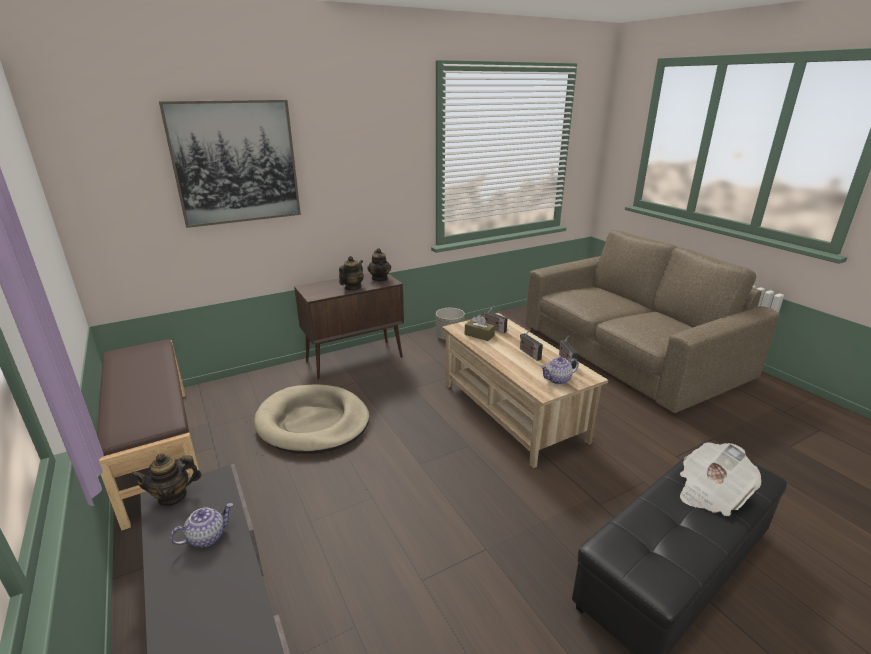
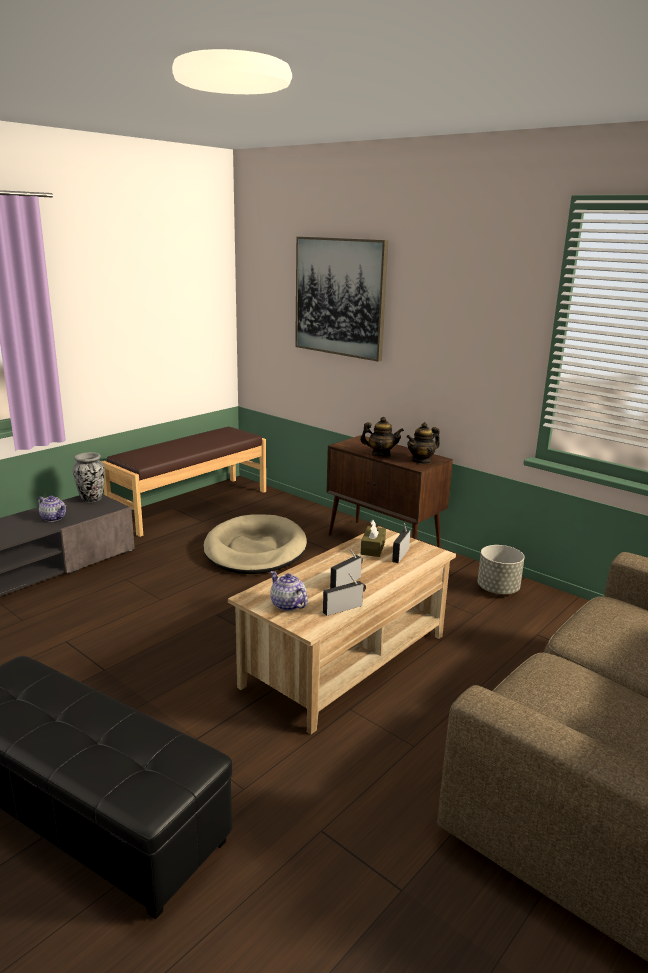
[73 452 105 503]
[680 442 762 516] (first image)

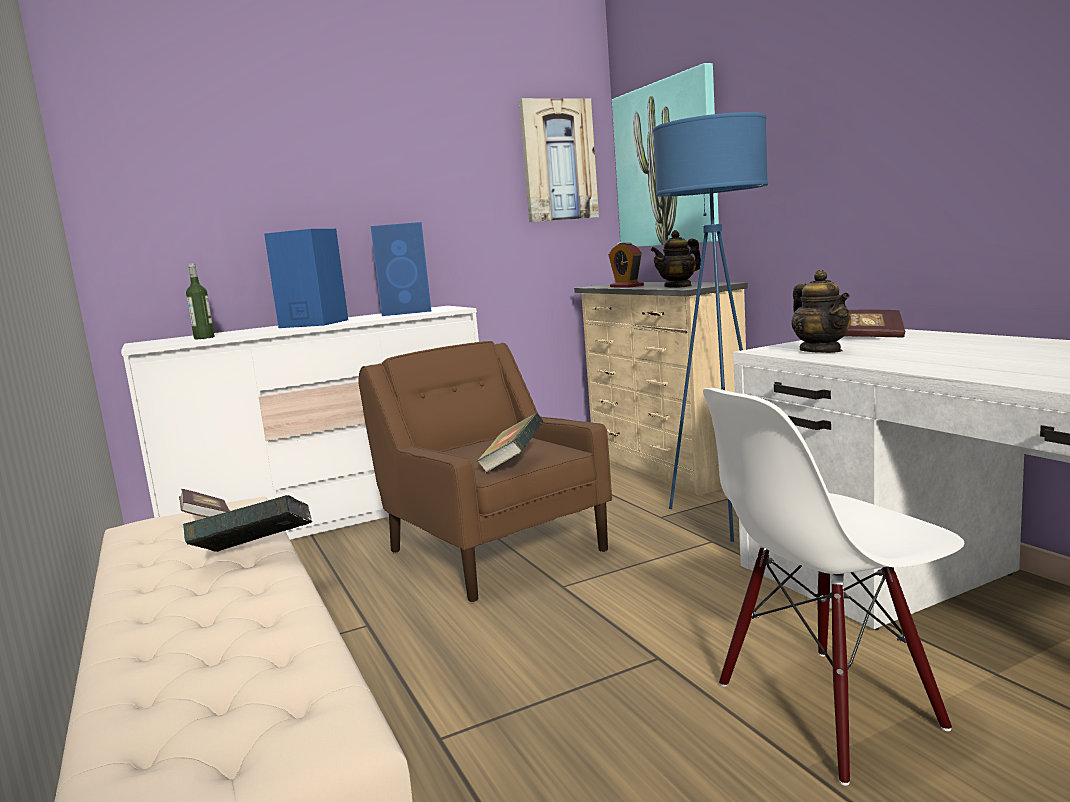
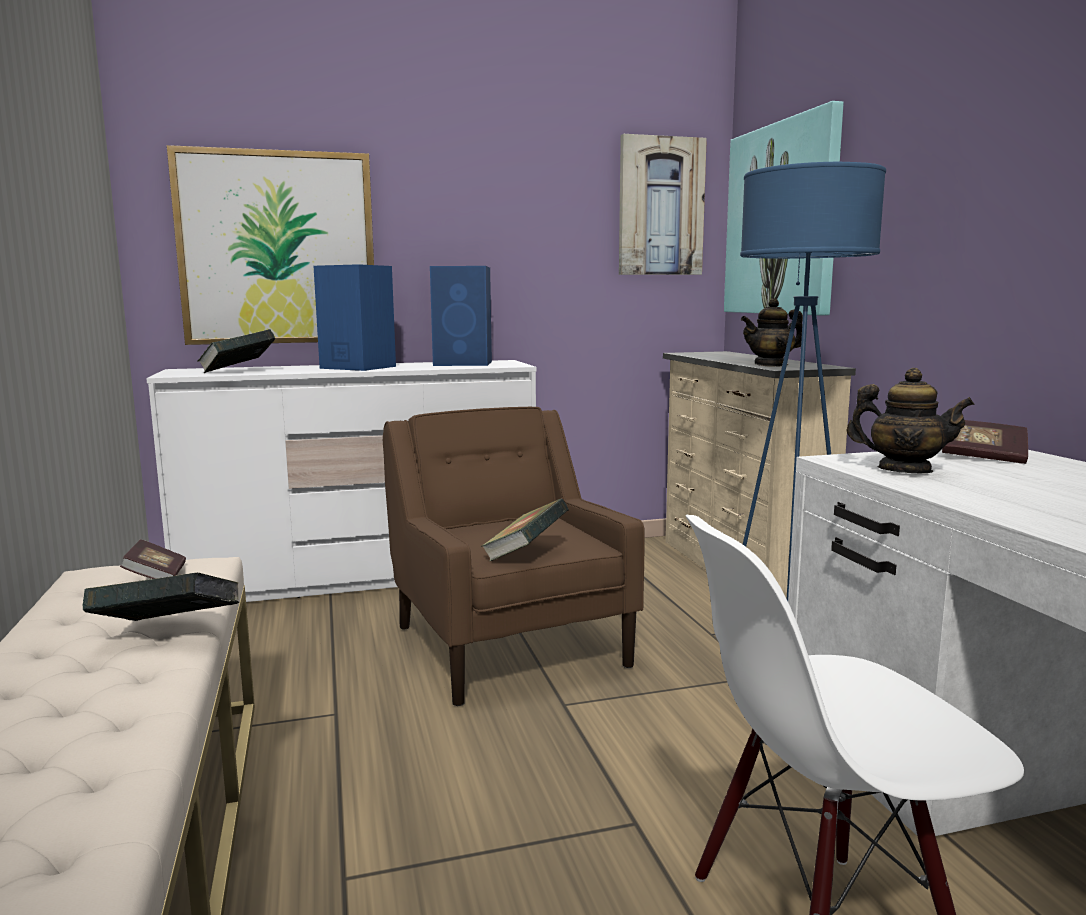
[198 329 275 373]
[608 242 644 288] (first image)
[846 368 974 473]
[167 145 374 345]

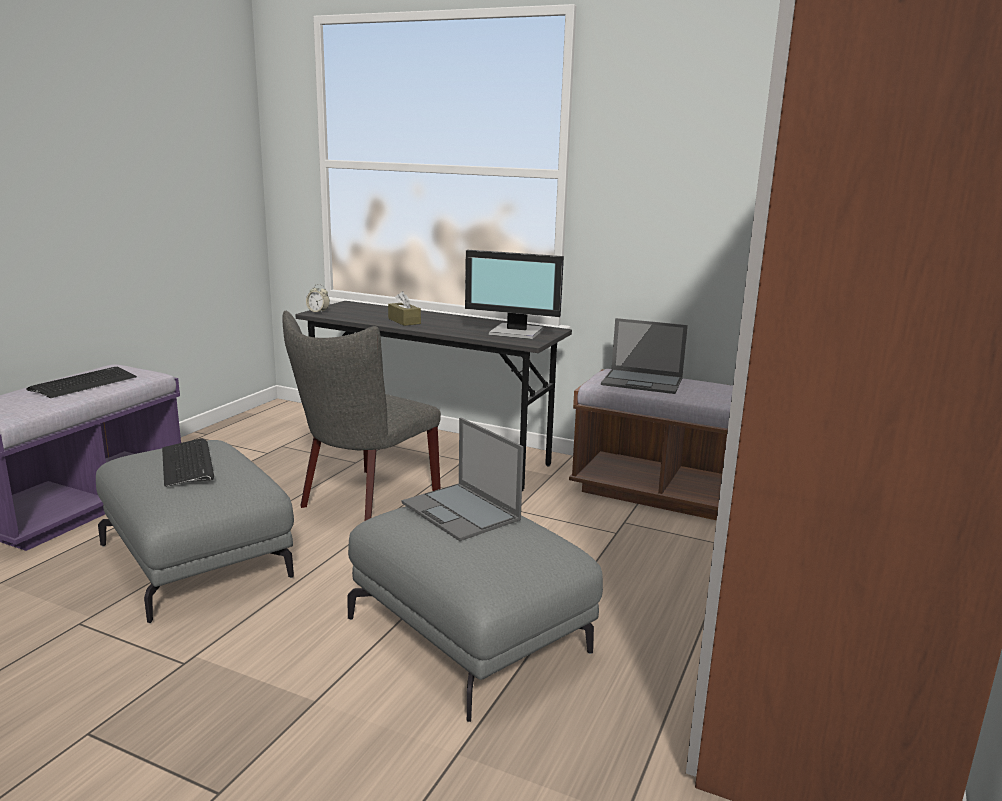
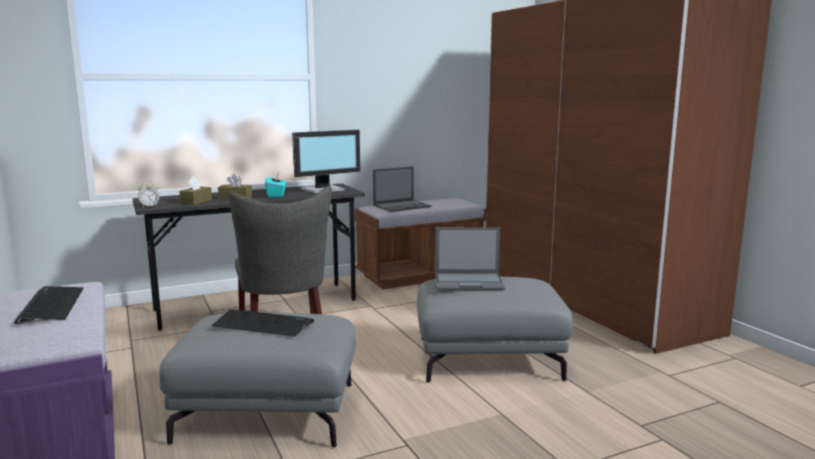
[179 176 212 205]
[265 173 286 197]

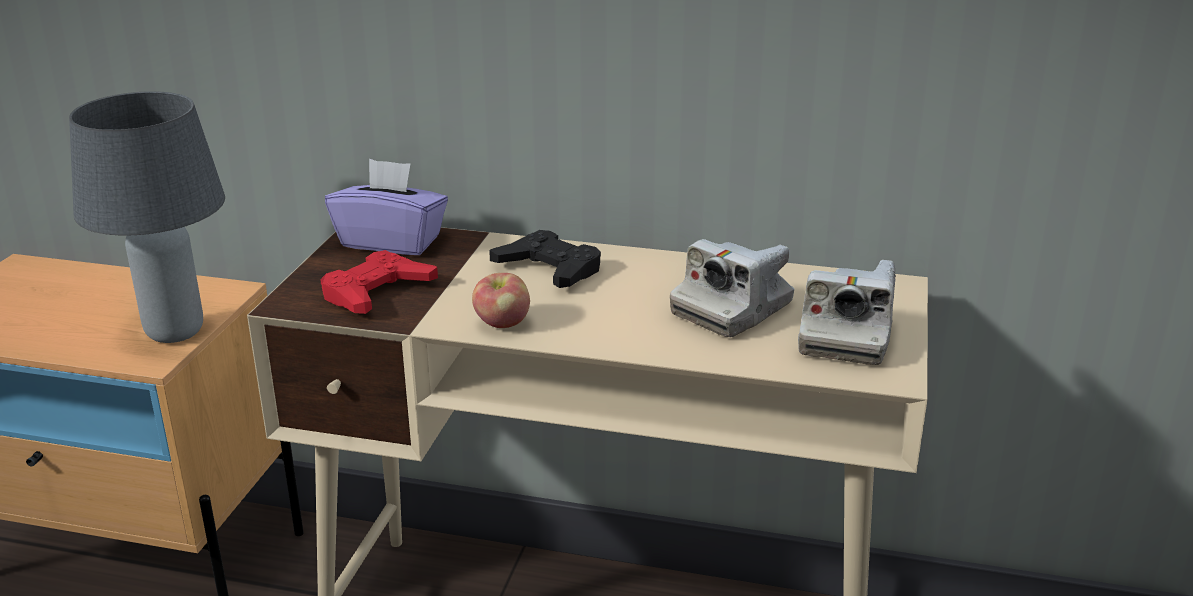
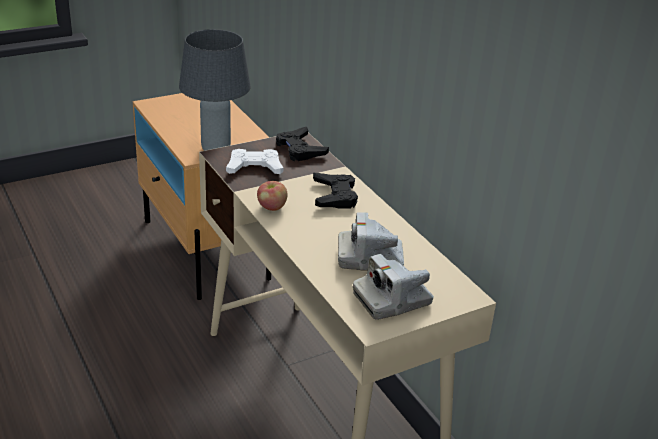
[226 149 283 174]
[276 127 329 161]

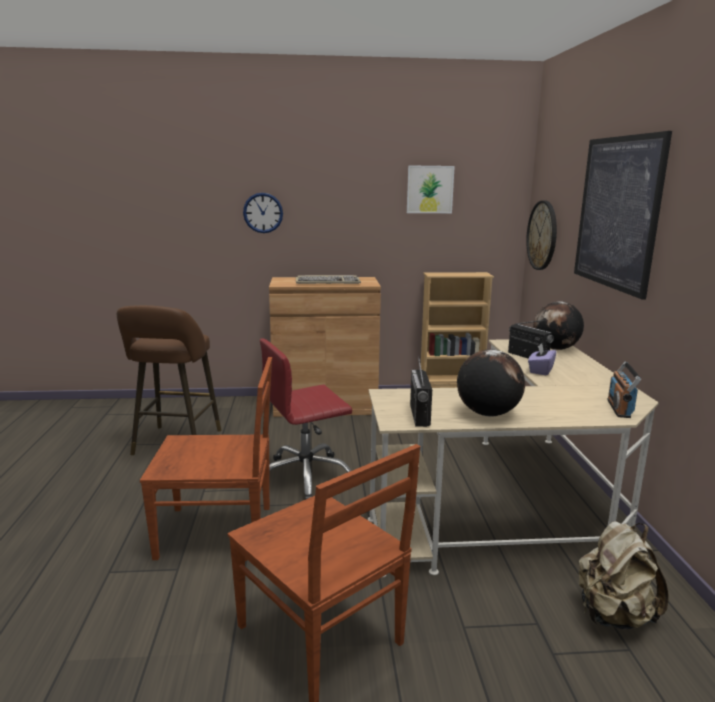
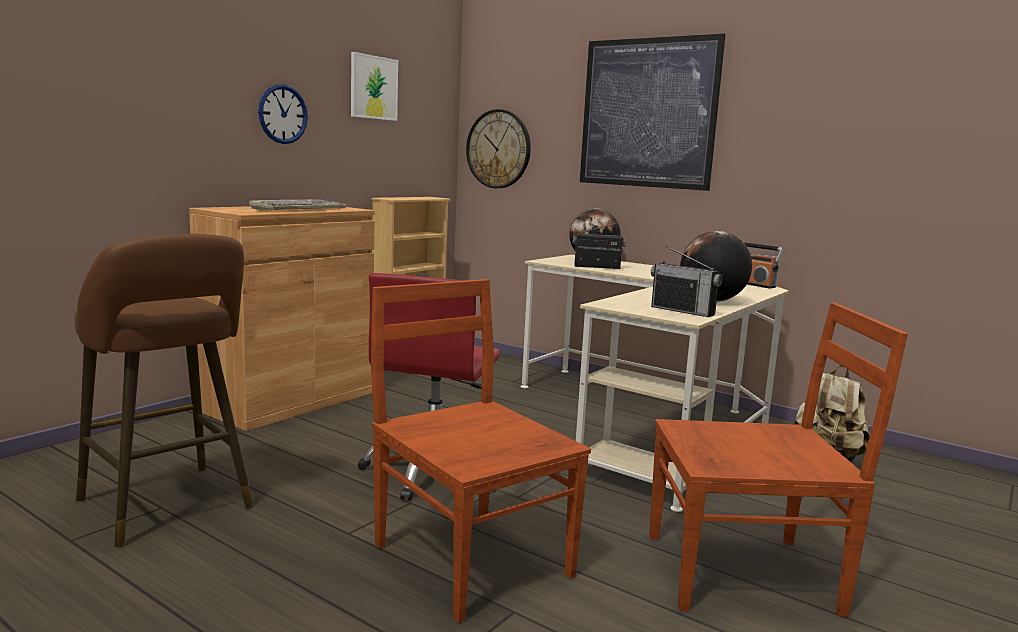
[371 279 591 623]
[258 84 308 144]
[528 343 556 375] (first image)

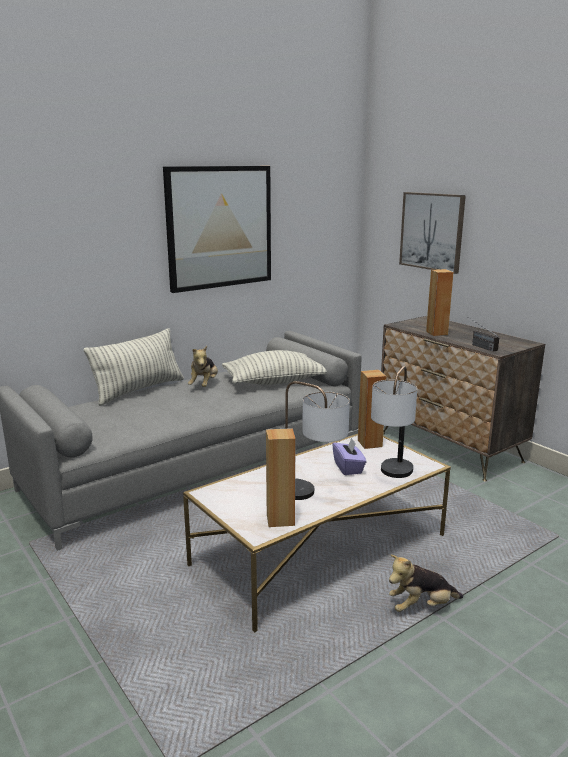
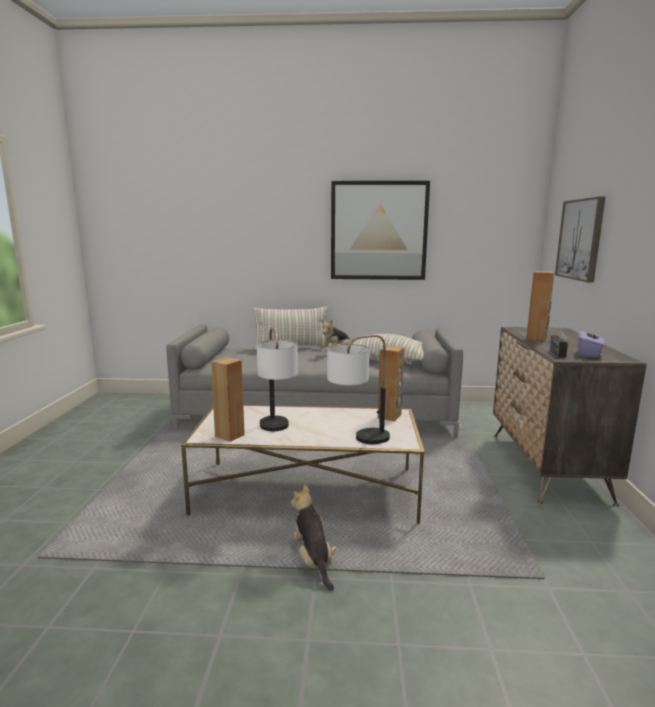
[578 328 605 358]
[291 485 337 591]

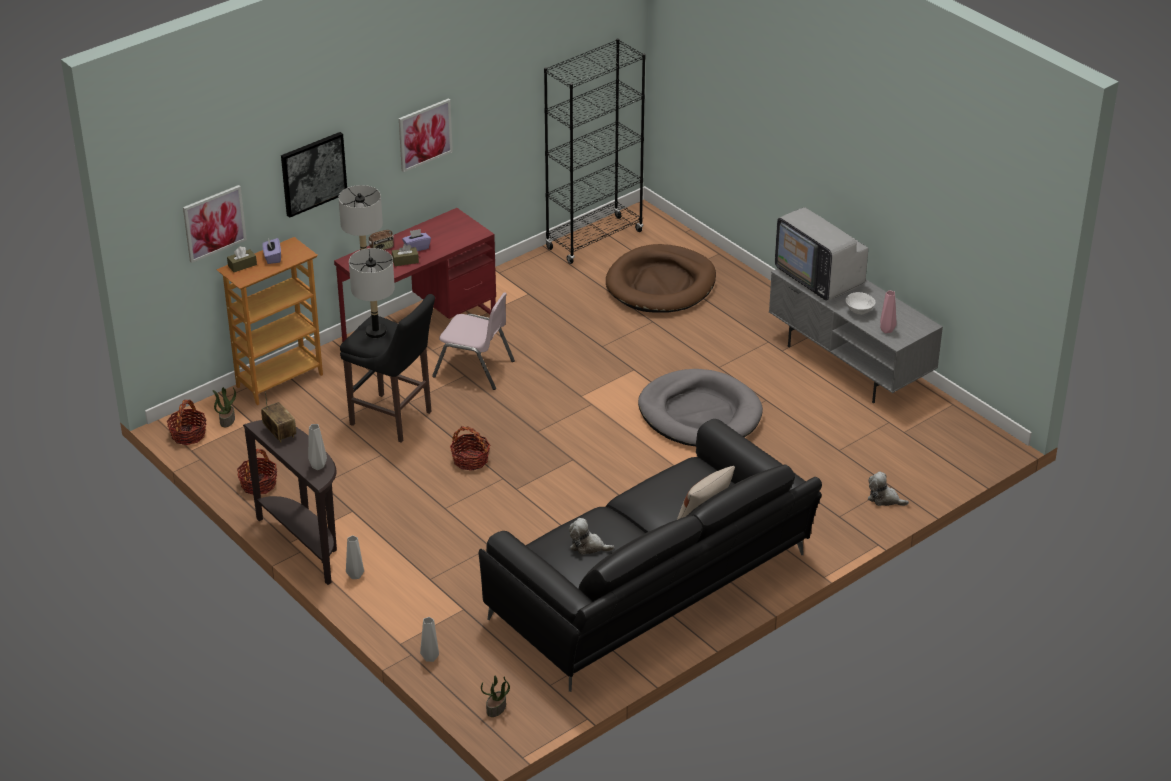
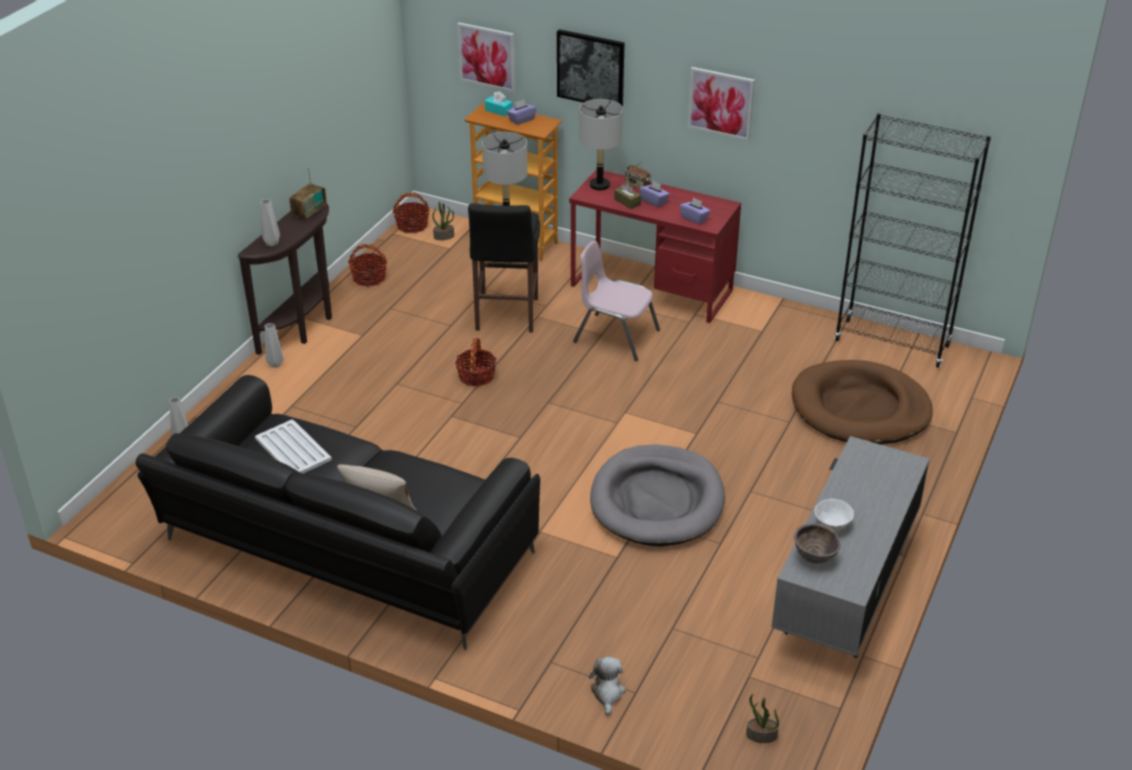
[485 91 512 116]
[573 241 660 361]
[746 694 779 743]
[255 419 332 473]
[775 207 868 301] (first image)
[794 523 841 564]
[680 197 711 225]

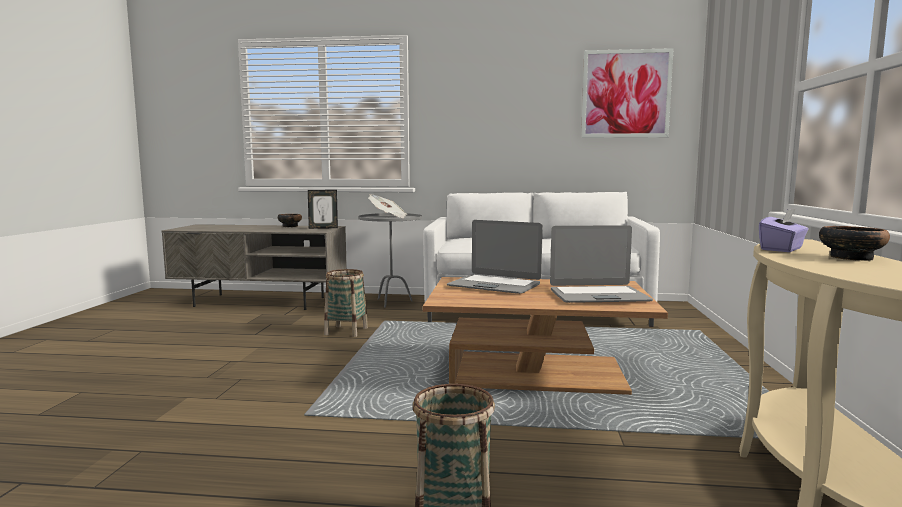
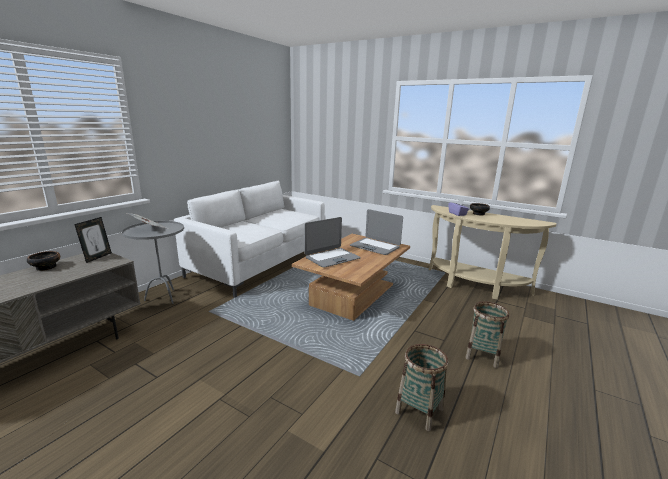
[395 344 448 431]
[350 209 403 255]
[581 48 674 138] (first image)

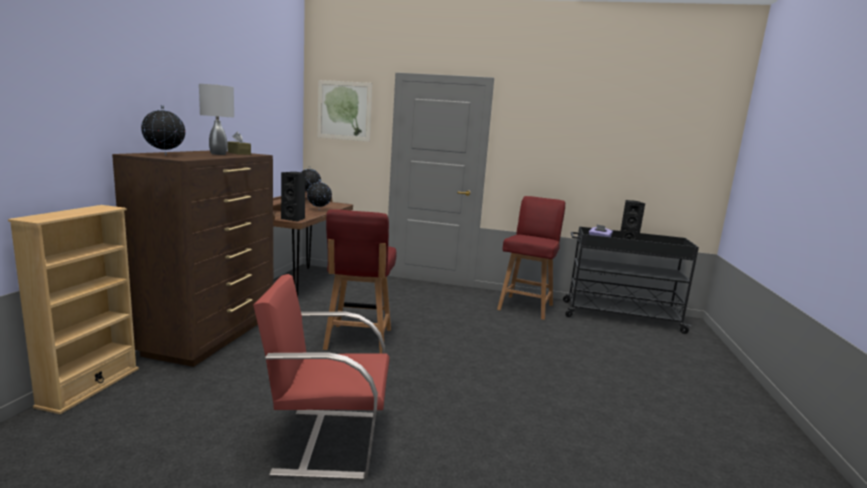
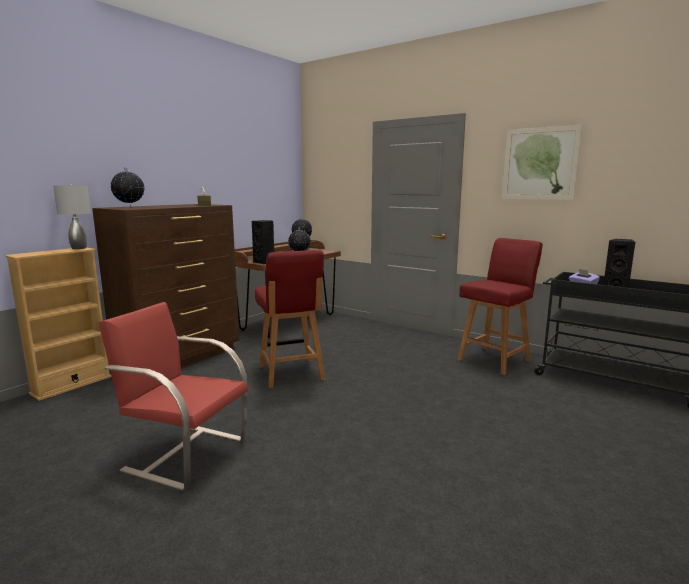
[53 184 91 249]
[502 125 582 200]
[255 250 325 388]

